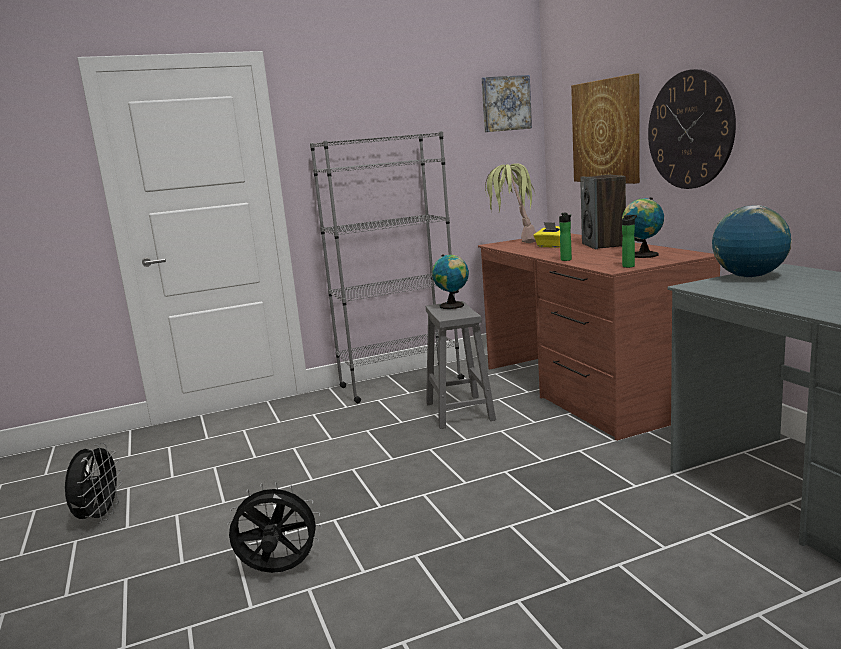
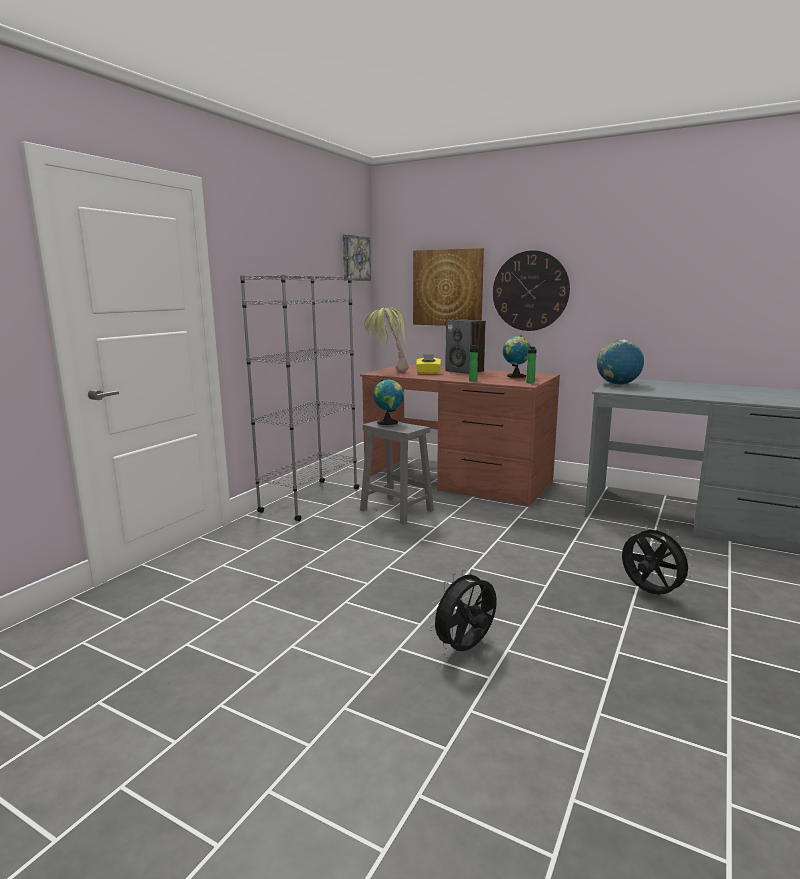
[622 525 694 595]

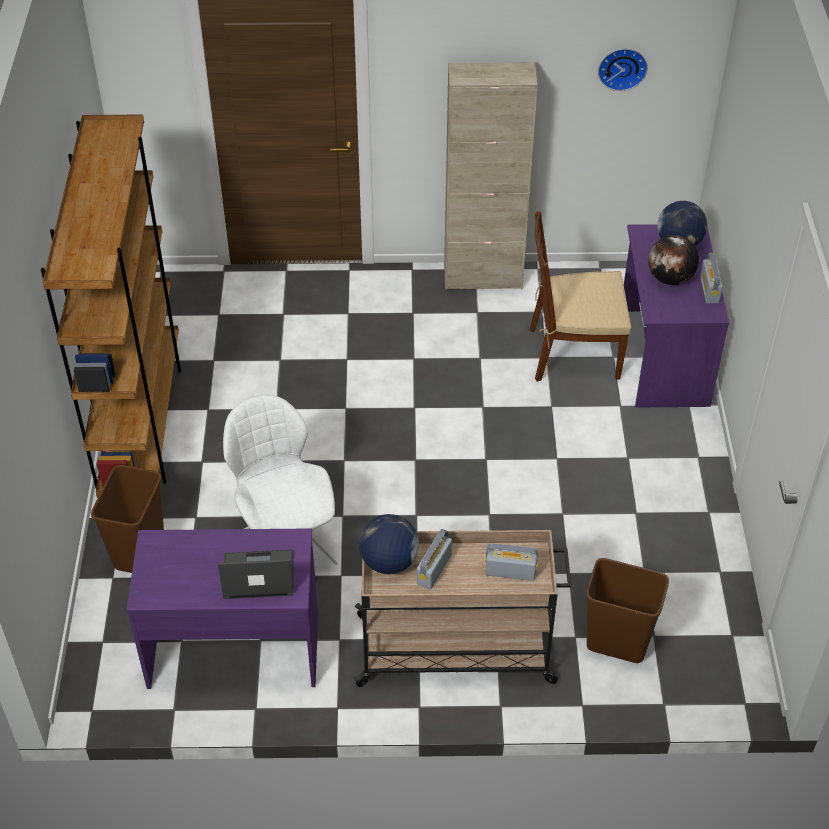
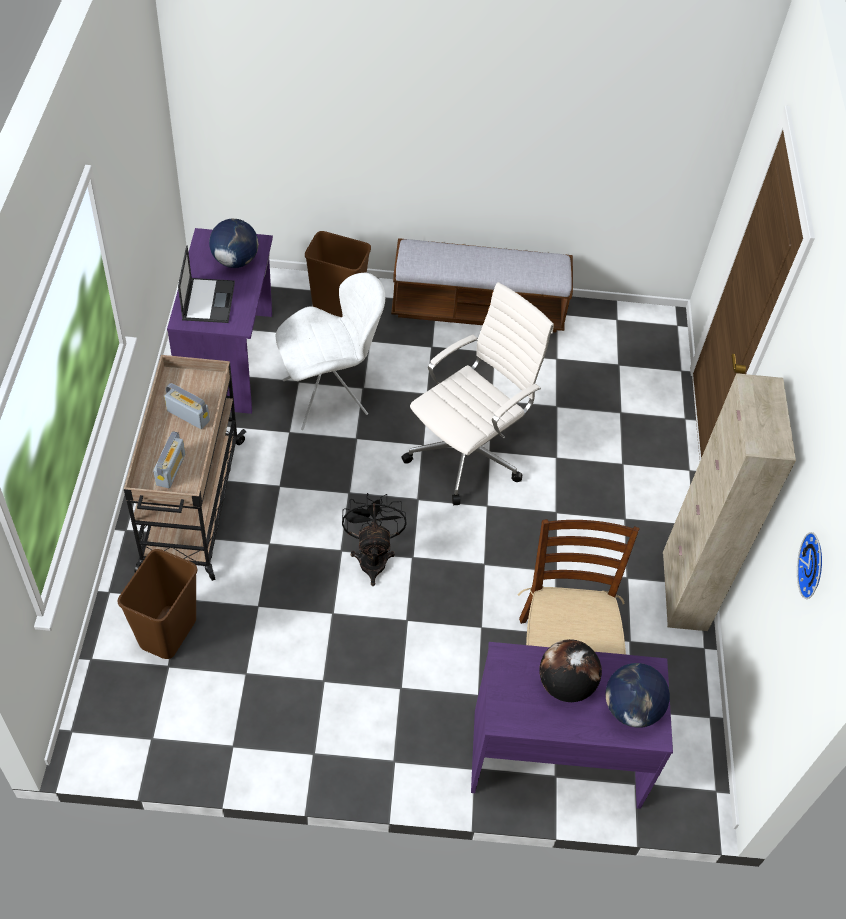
[391 238 573 332]
[209 219 258 268]
[700 253 723 304] (first image)
[342 493 407 586]
[401 282 554 505]

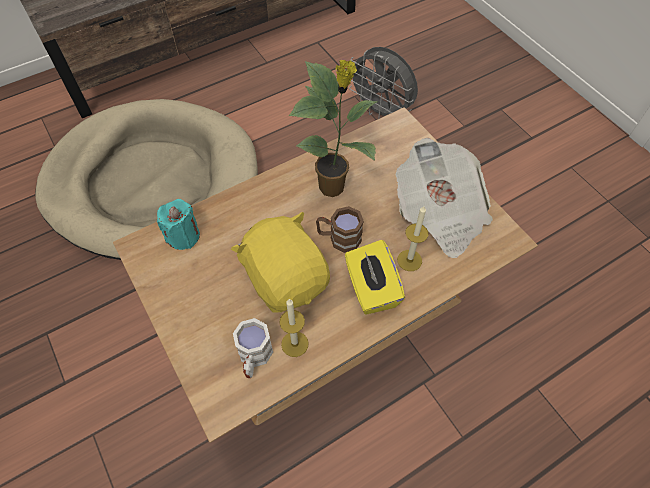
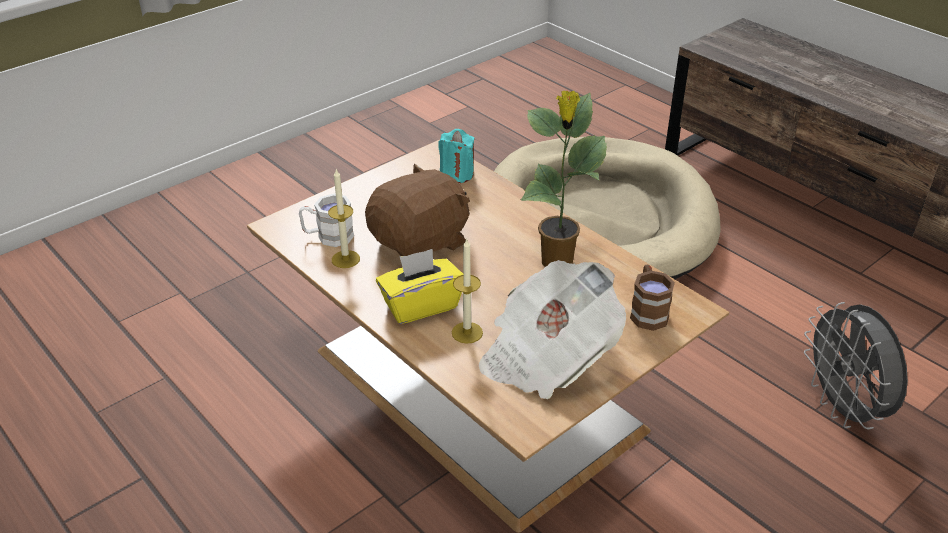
[365 164 470 256]
[630 265 675 331]
[804 302 908 429]

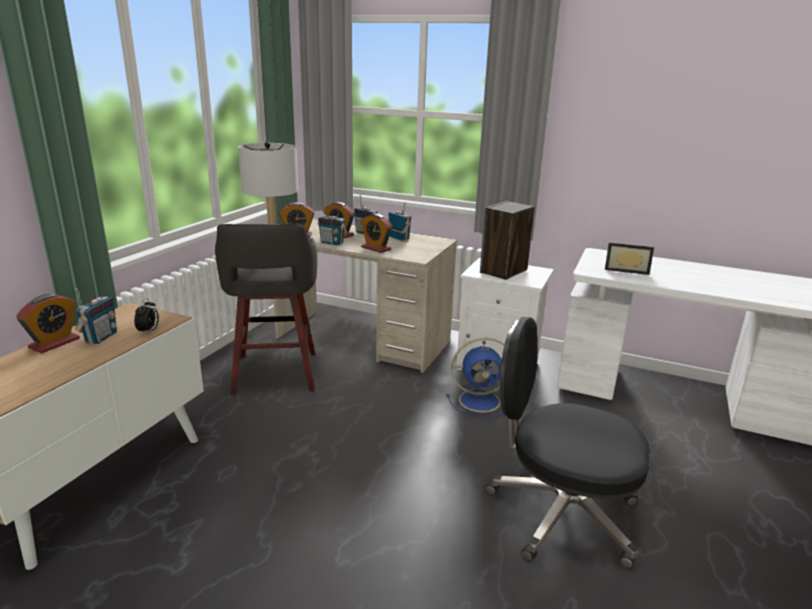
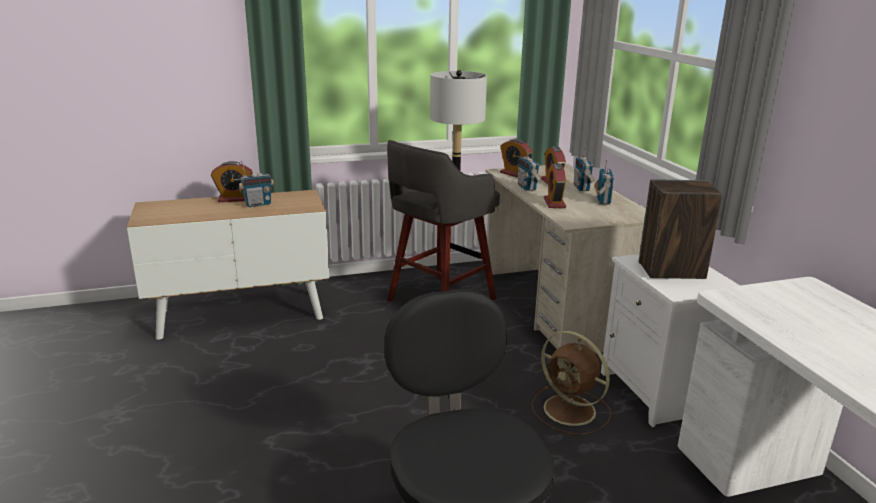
[134 299 159 335] (first image)
[531 331 611 435]
[605 243 654 275] (first image)

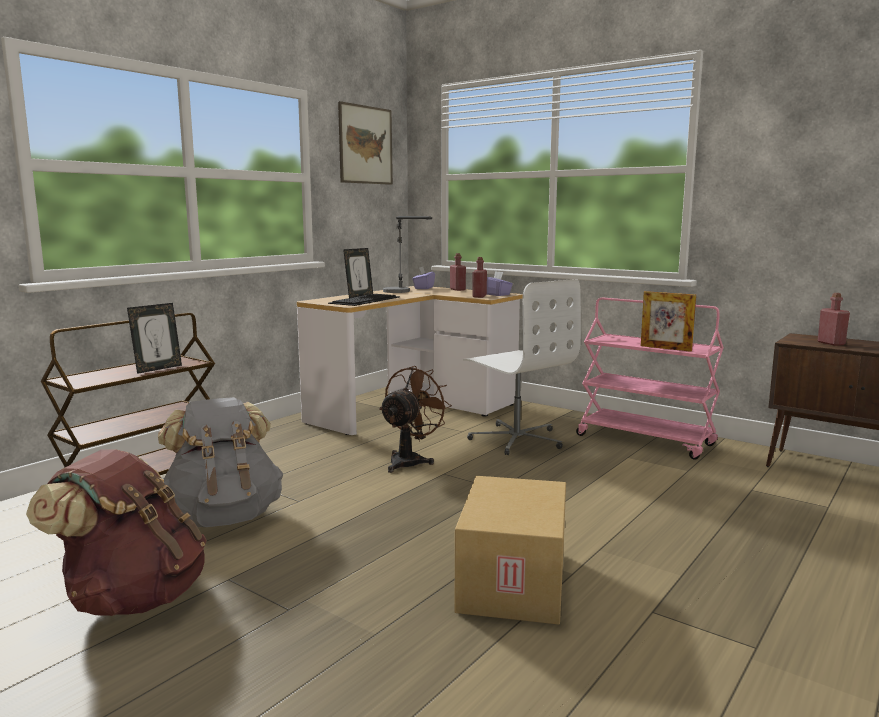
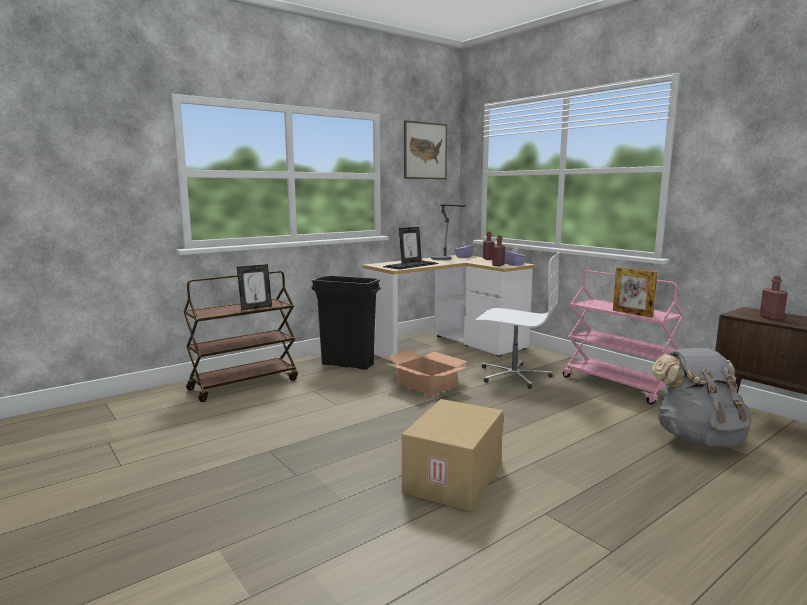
[26 449 207 616] (first image)
[652 348 751 446]
[384 350 468 396]
[476 252 560 389]
[312 275 381 370]

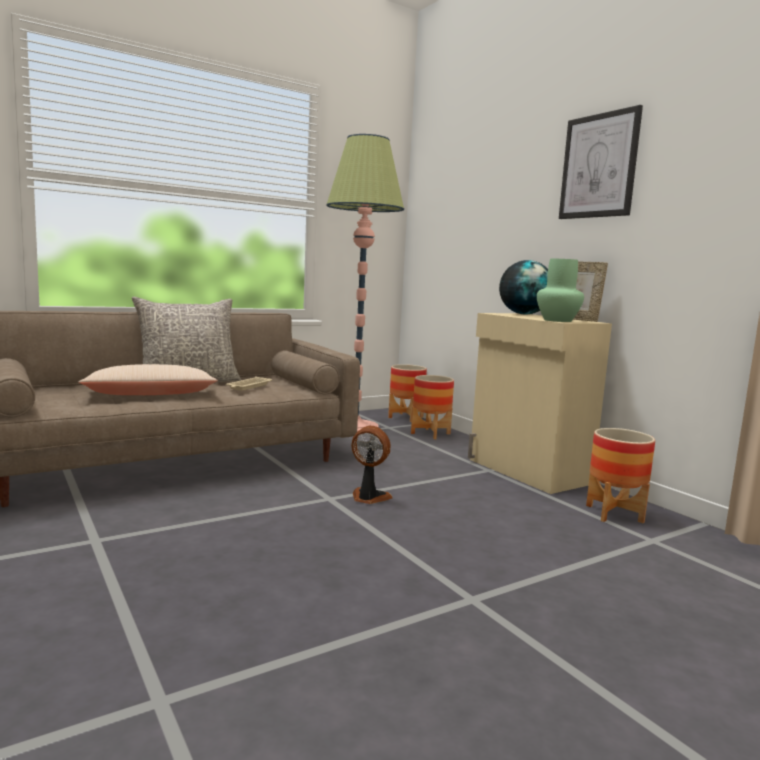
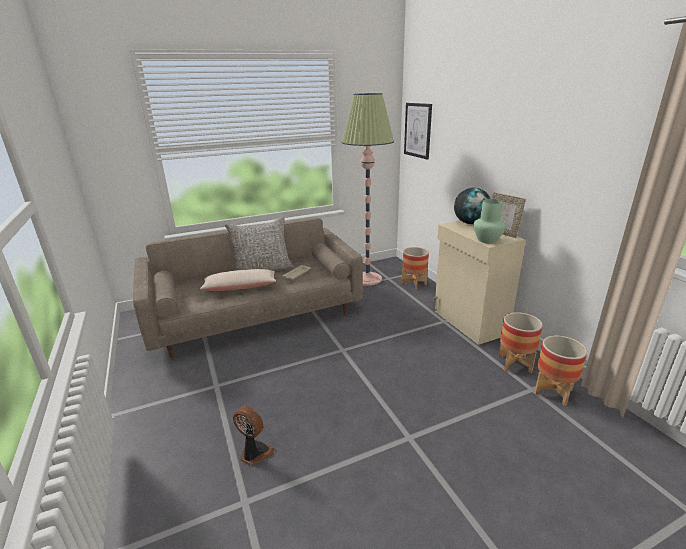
[233 406 275 466]
[534 336 587 406]
[404 103 432 160]

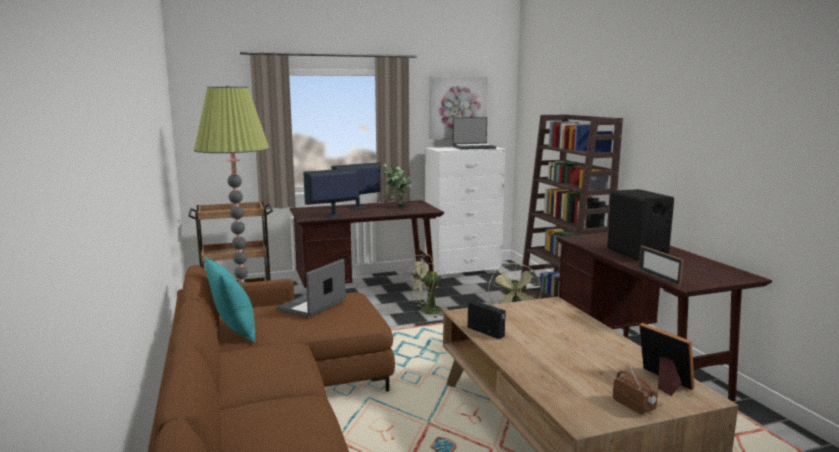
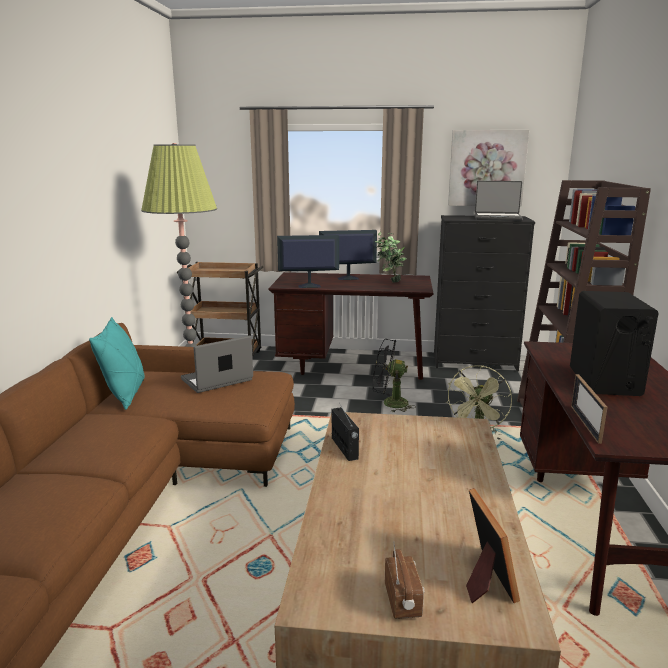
[373 339 416 412]
[434 215 535 371]

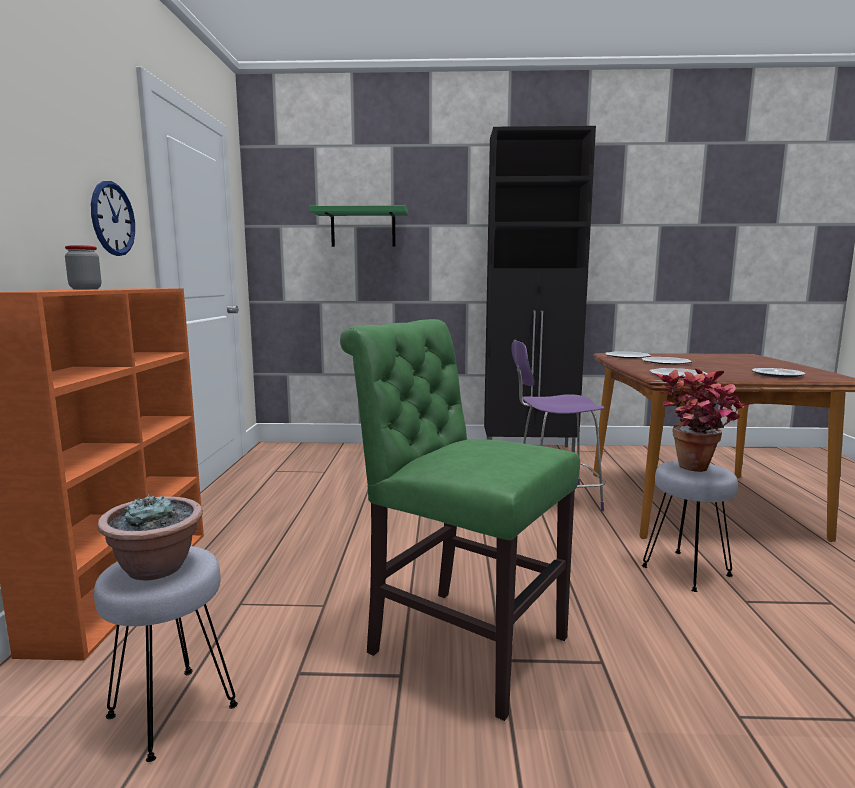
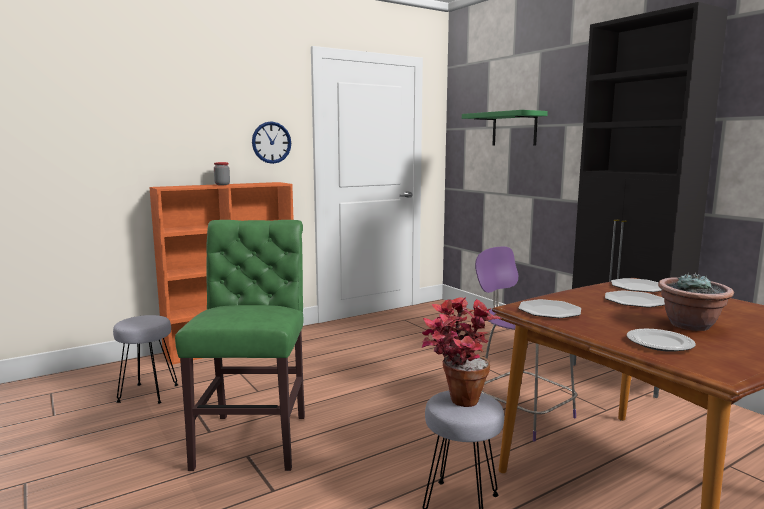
[658 273 734 331]

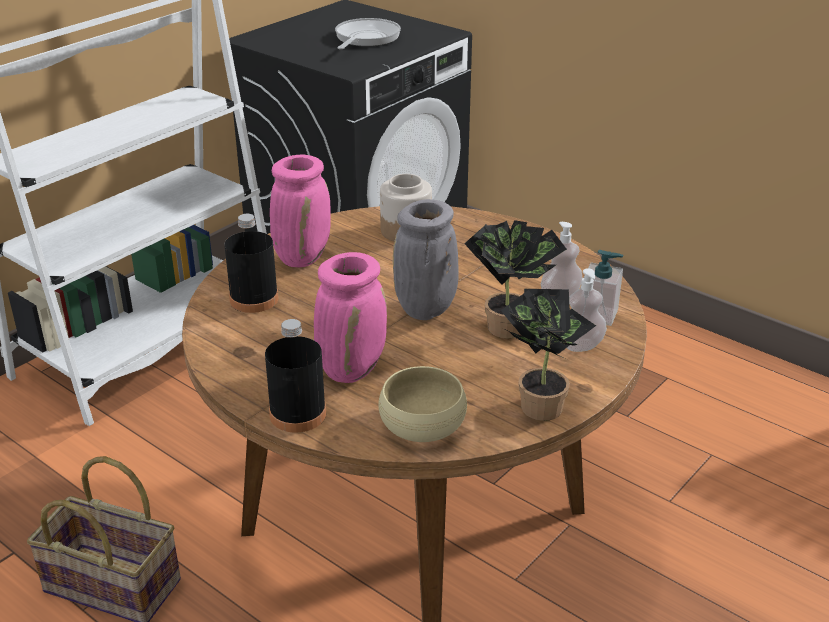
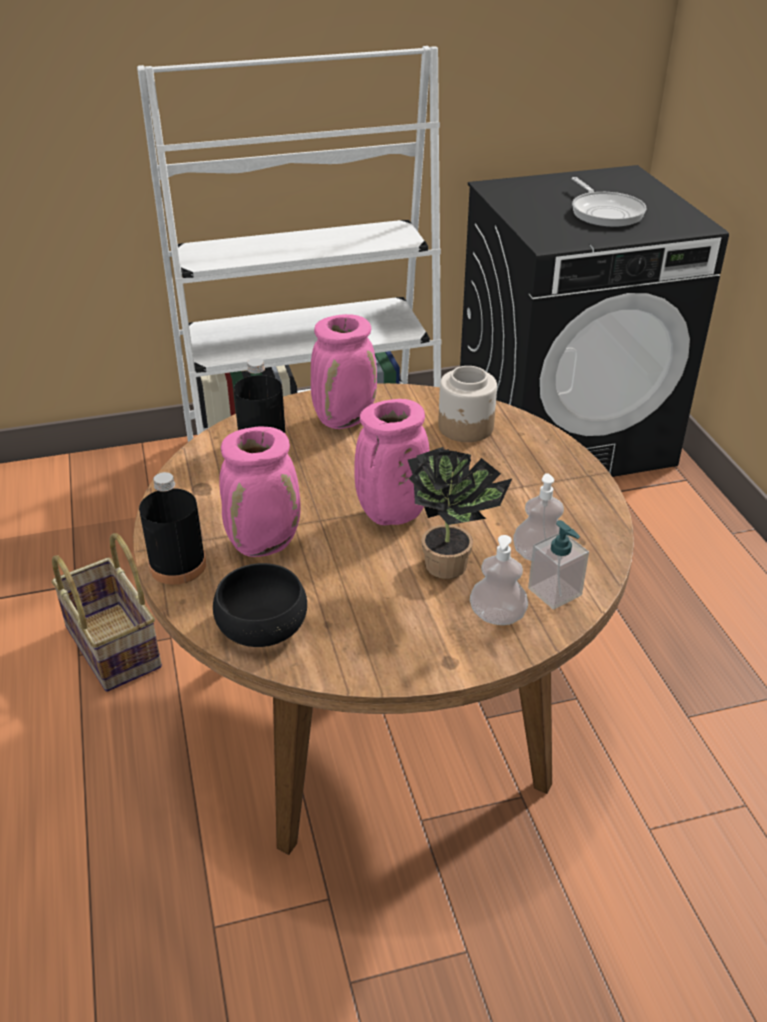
[571 177 647 227]
[213 563 307 647]
[354 399 430 525]
[501 288 596 421] (first image)

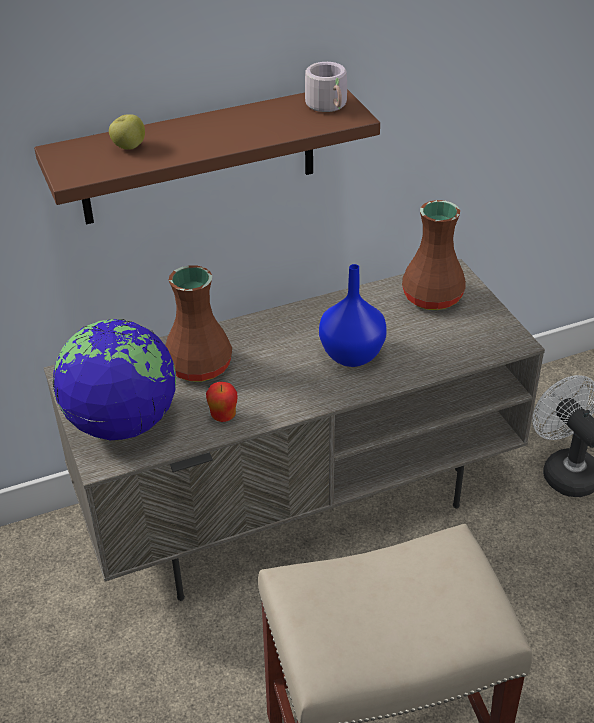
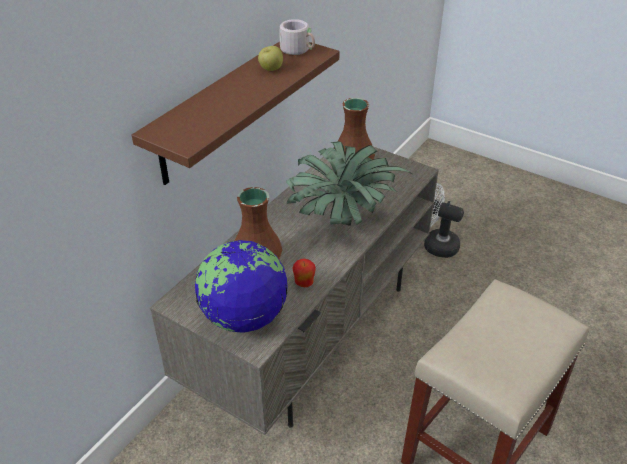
[258 46 283 71]
[286 141 412 226]

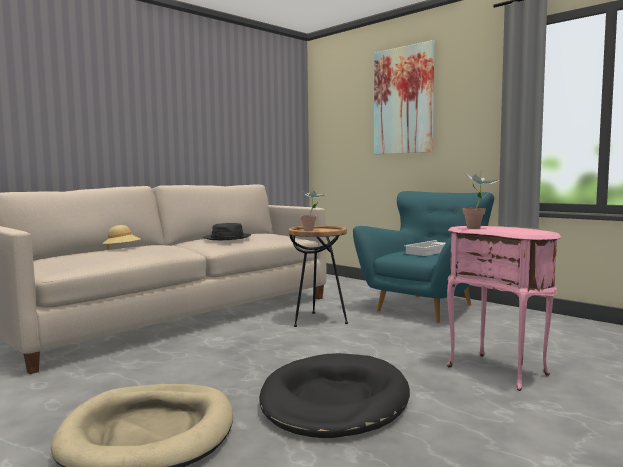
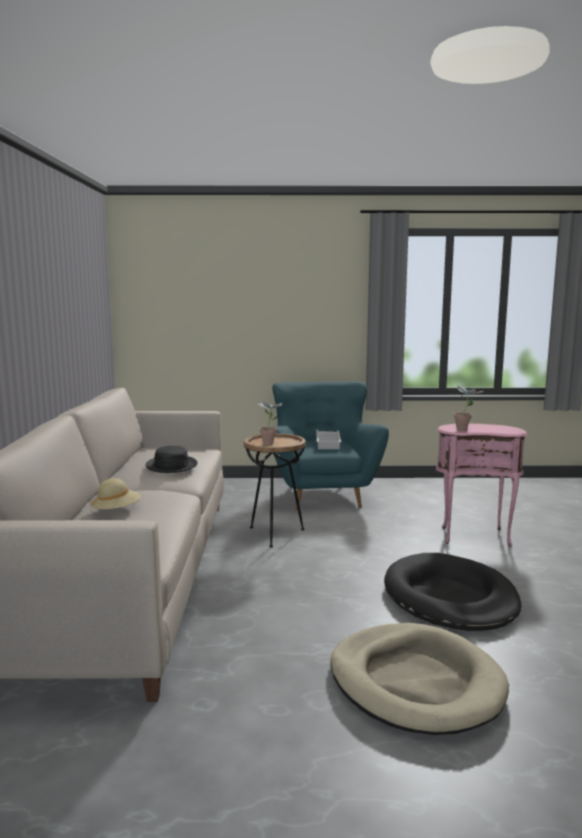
[374 40 434 155] (first image)

